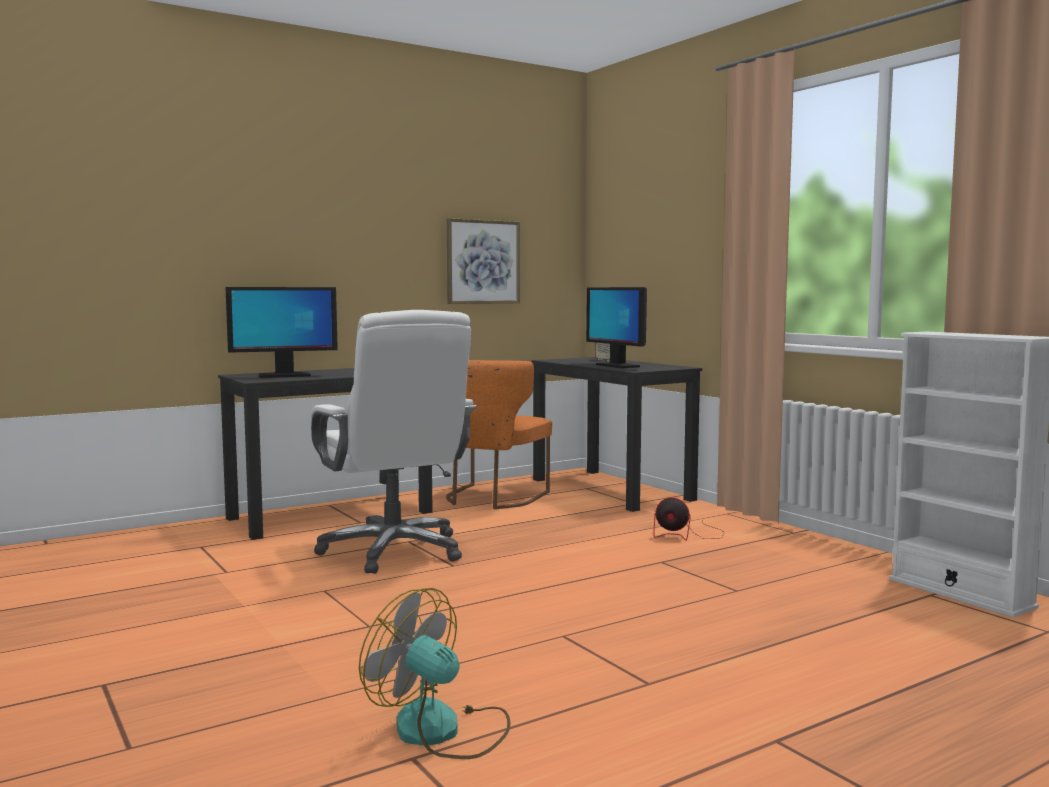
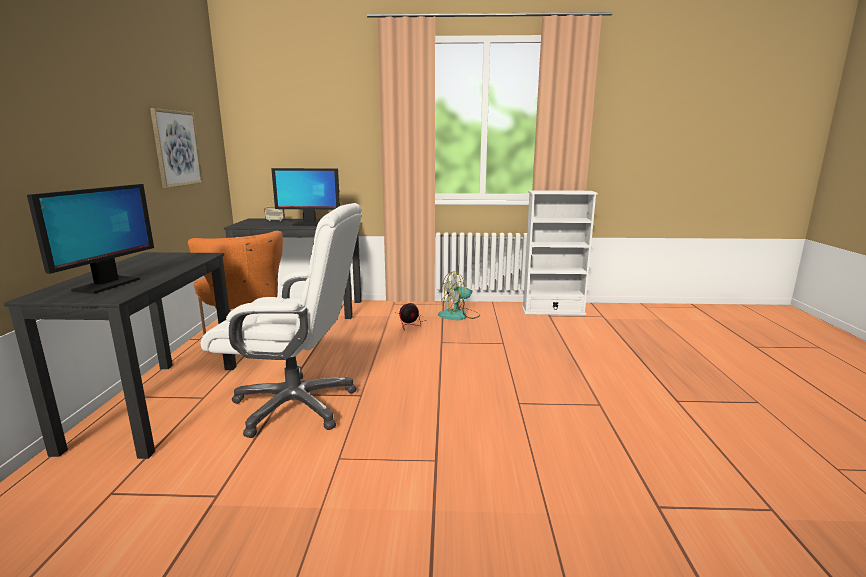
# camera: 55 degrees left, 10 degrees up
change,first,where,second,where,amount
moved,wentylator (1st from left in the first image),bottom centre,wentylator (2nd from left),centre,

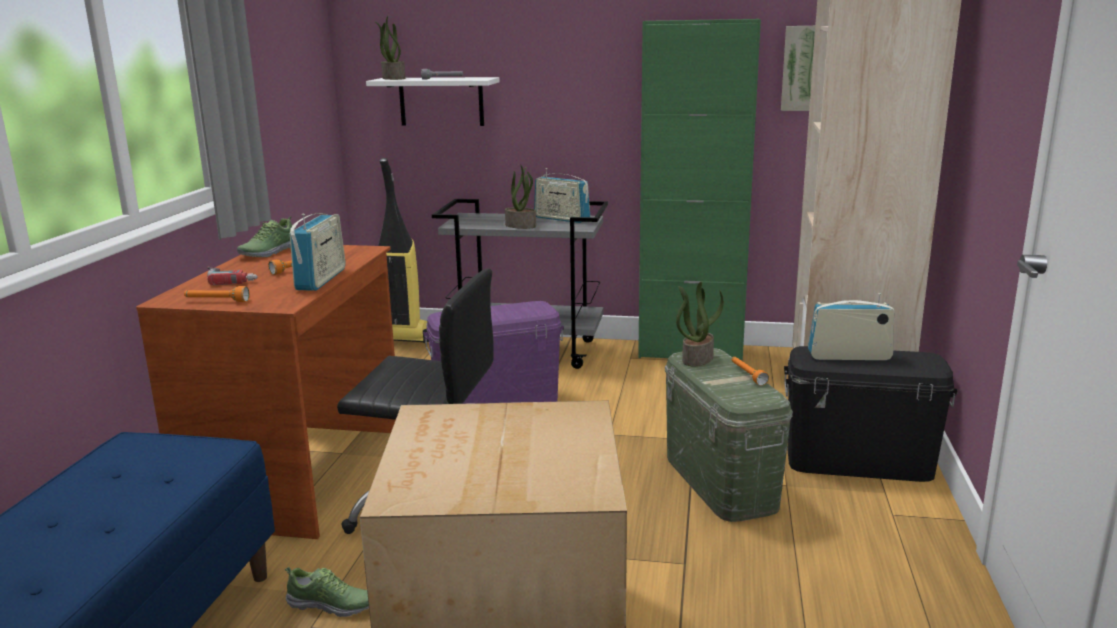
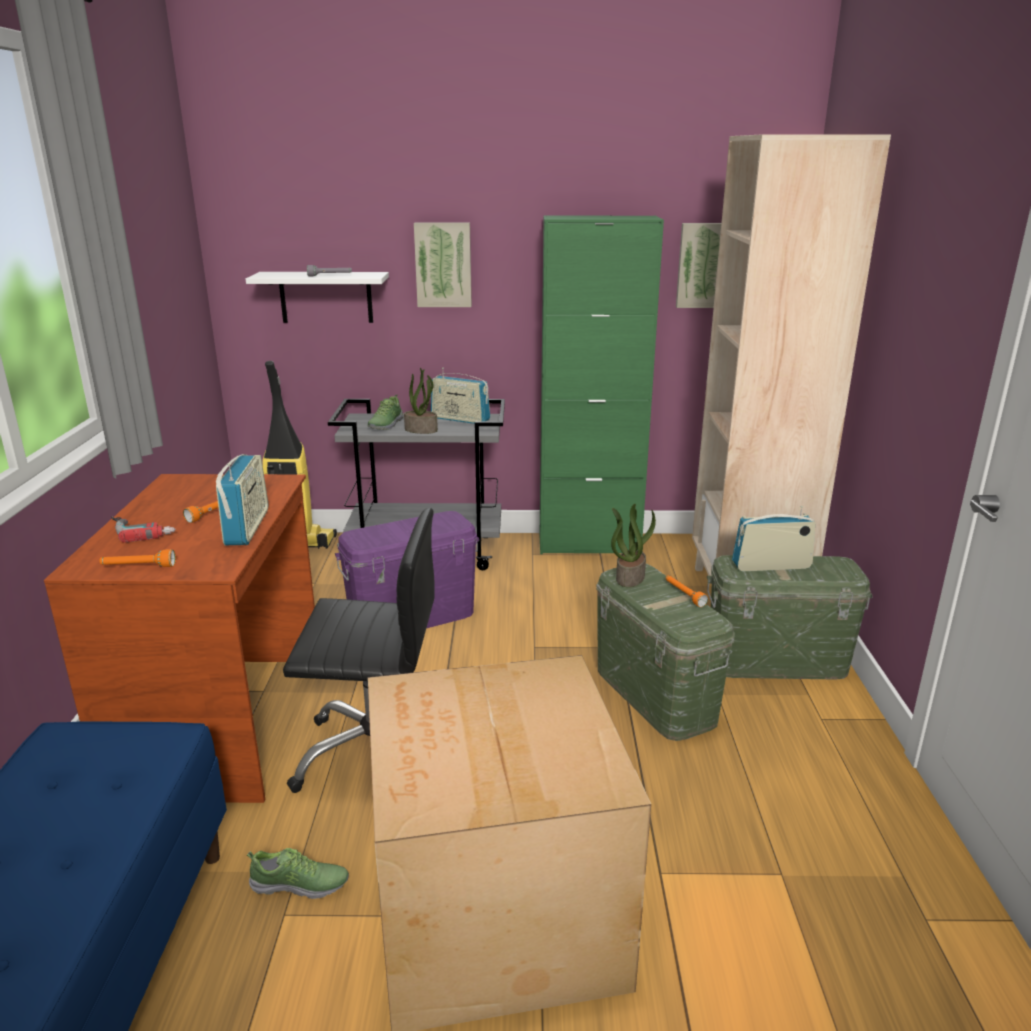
# camera: 10 degrees left, 5 degrees up
change,first,where,second,where,amount
moved,but (1st from left in the first image),middle left,but (2nd from left),centre,
removed,roślina doniczkowa (1st from left),top centre,,,
recoloured,pojemnik do przechowywania [czarny],middle right,pojemnik do przechowywania [zielony] (2nd from left),middle right,
added,,,obraz (1st from left),top centre,

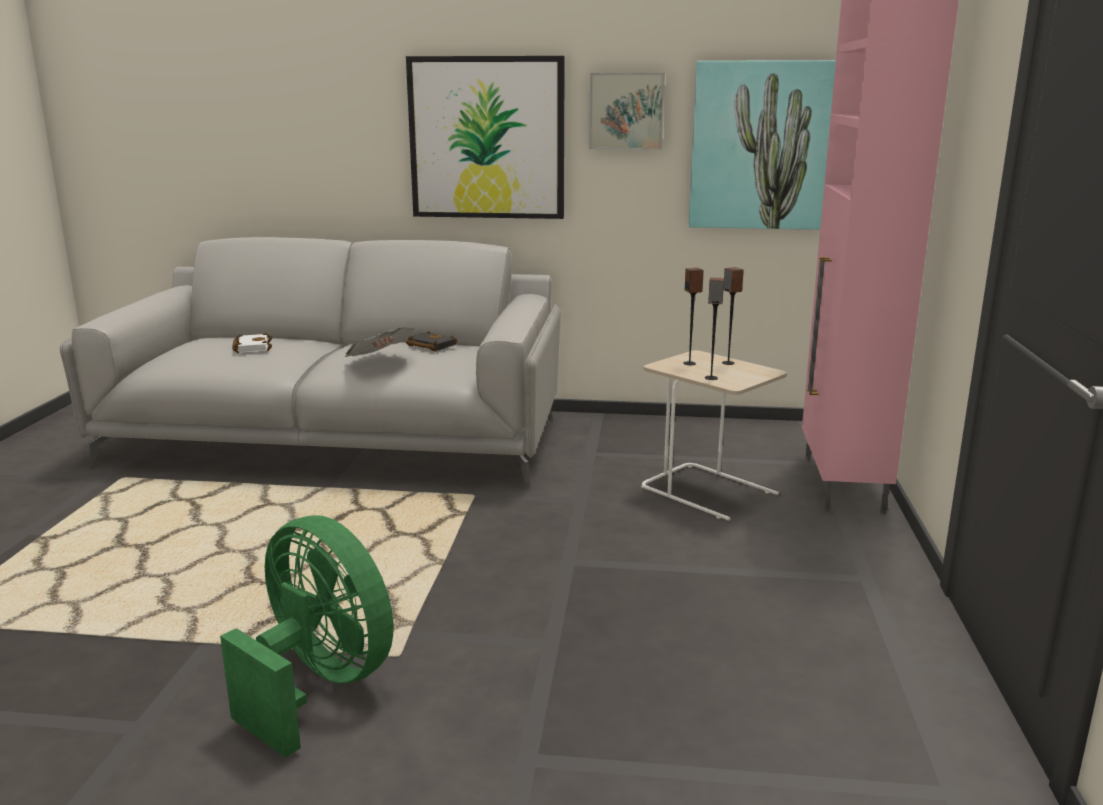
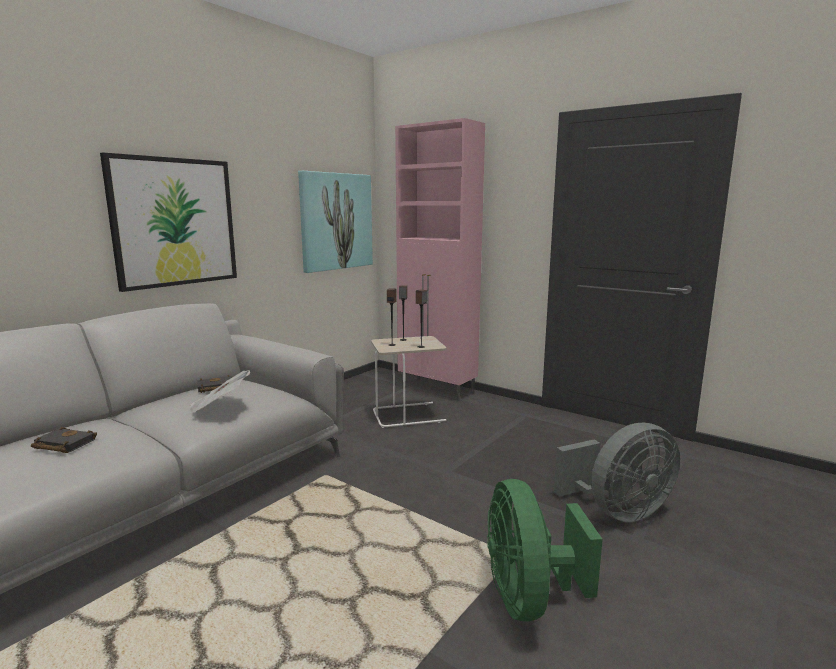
# camera: 60 degrees left, 5 degrees down
change,first,where,second,where,amount
turned,wentylator [zielony],bottom left,,bottom centre,75 degrees counterclockwise
recoloured,książka [biały],middle left,książka [czarny] (1st from left),middle left,
removed,obraz (2nd from left),top centre,,,
added,,,wentylator [szary],bottom right,

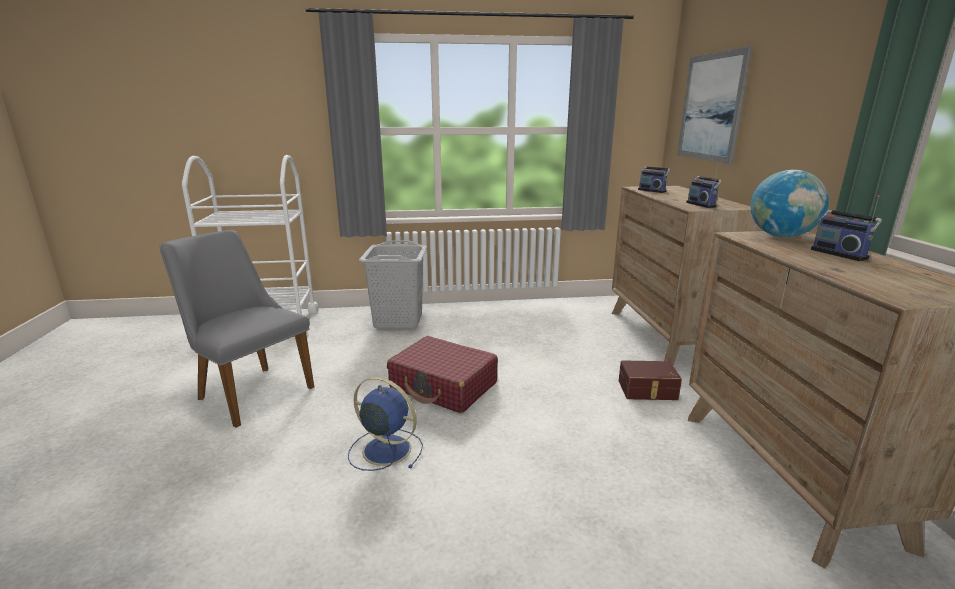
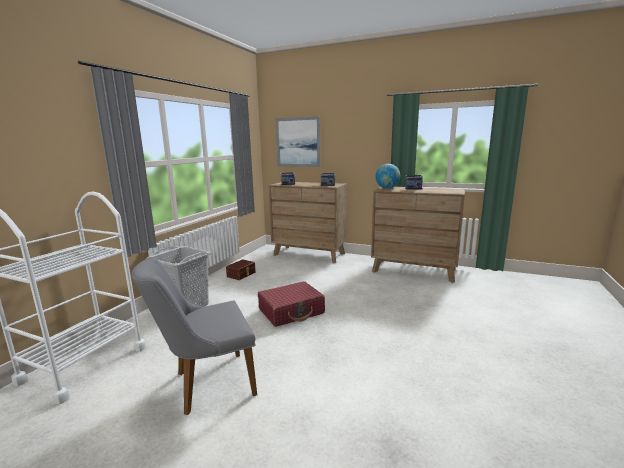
# camera: 60 degrees left, 5 degrees down
change,first,where,second,where,amount
removed,wentylator [niebieski],bottom centre,,,
moved,pojemnik do przechowywania [brązowy],middle right,,centre,

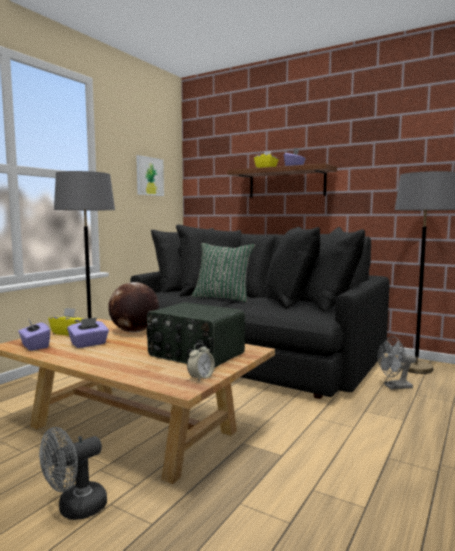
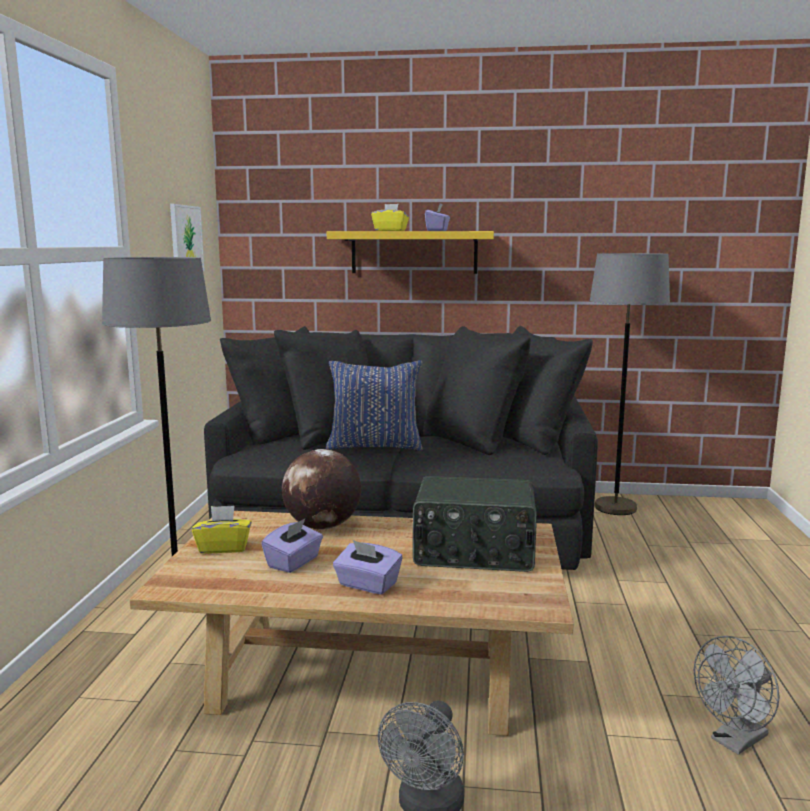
# camera: 25 degrees left, 5 degrees up
change,first,where,second,where,amount
moved,pudełko chusteczek [fioletowy] (1st from left in the first image),middle left,pudełko chusteczek [fioletowy] (2nd from left),bottom centre,
removed,budzik,centre,,,
recoloured,poduszka [zielony],centre,poduszka [niebieski],centre,
recoloured,półka [brązowy],top centre,półka [żółty],top centre,
moved,wentylator [szary] (2nd from left),middle right,,bottom right,

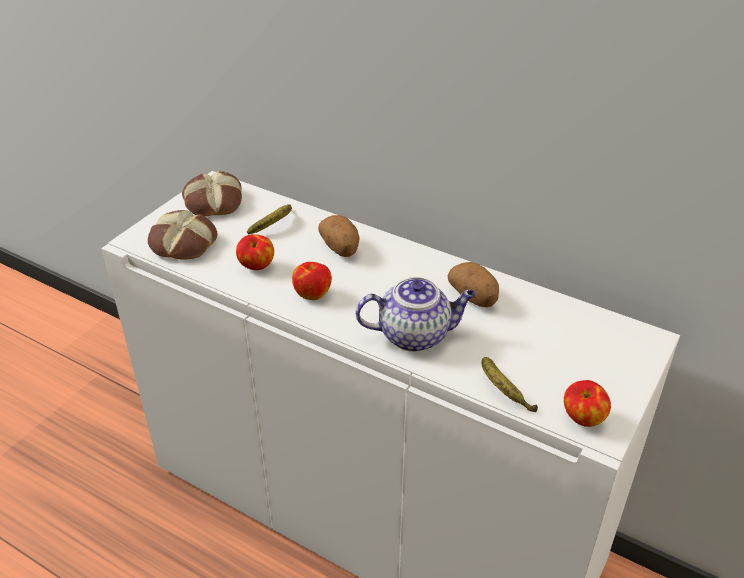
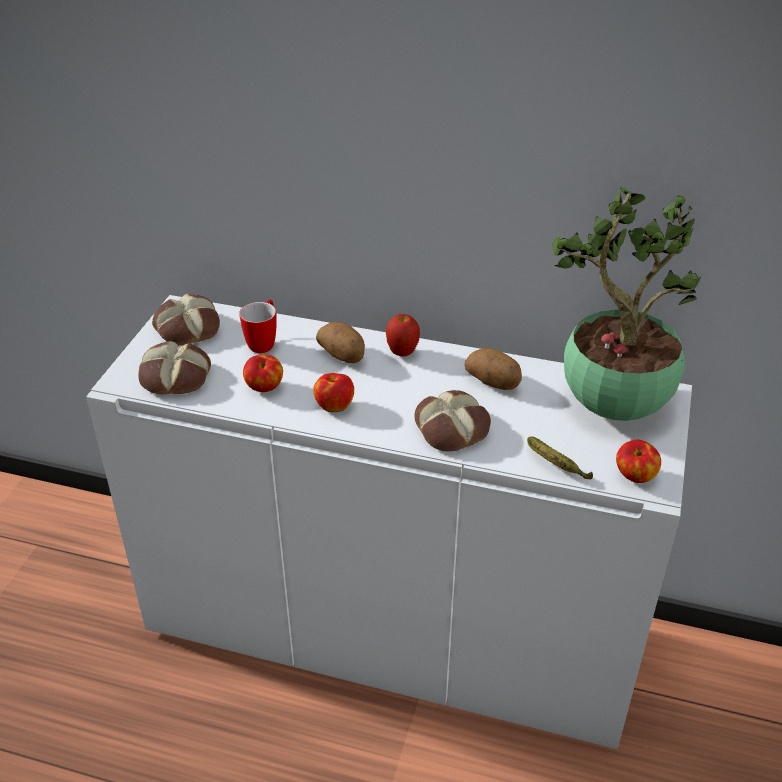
# camera: 15 degrees left, 0 degrees up
change,first,where,second,where,amount
replaced,banan (1st from left),centre,kubek,middle left,
replaced,imbryk,centre,chleb (3rd from left),centre,
added,,,jabłko (3rd from left),centre,
added,,,roślina doniczkowa,middle right,

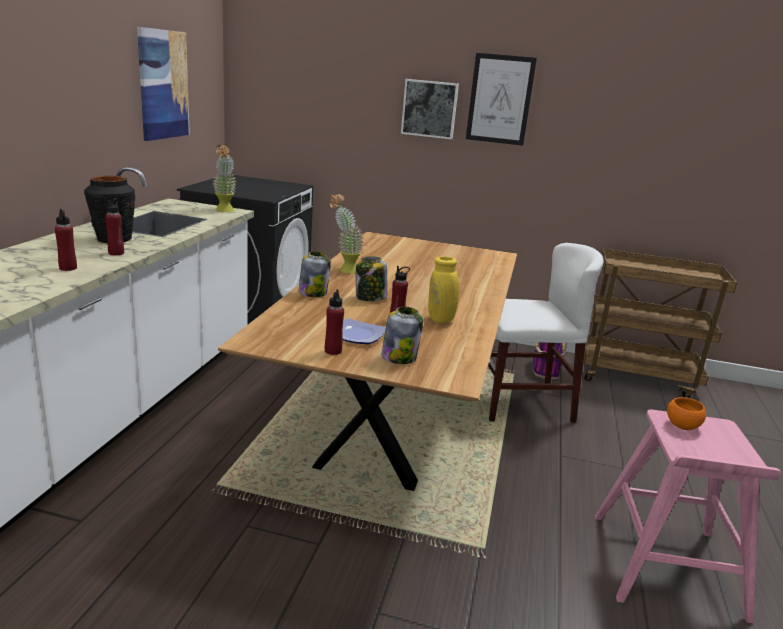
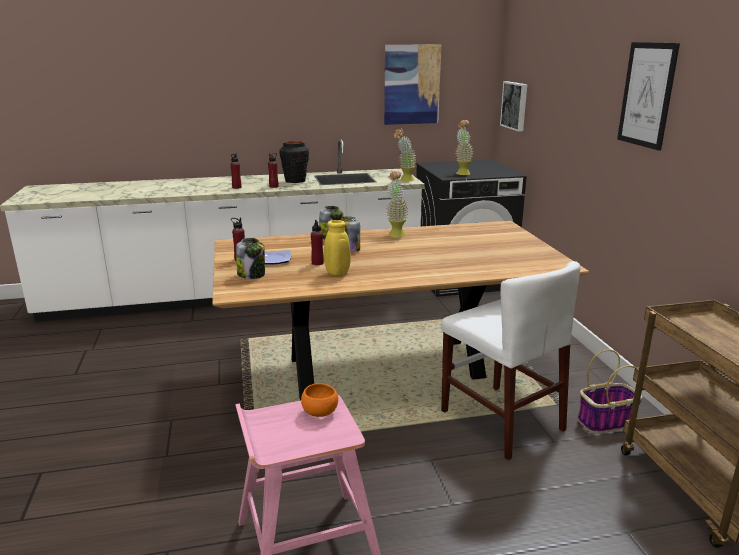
# camera: 65 degrees right, 0 degrees up
change,first,where,second,where,amount
moved,obraz (2nd from left),top centre,,top right,
added,,,roślina doniczkowa (3rd from left),top centre,

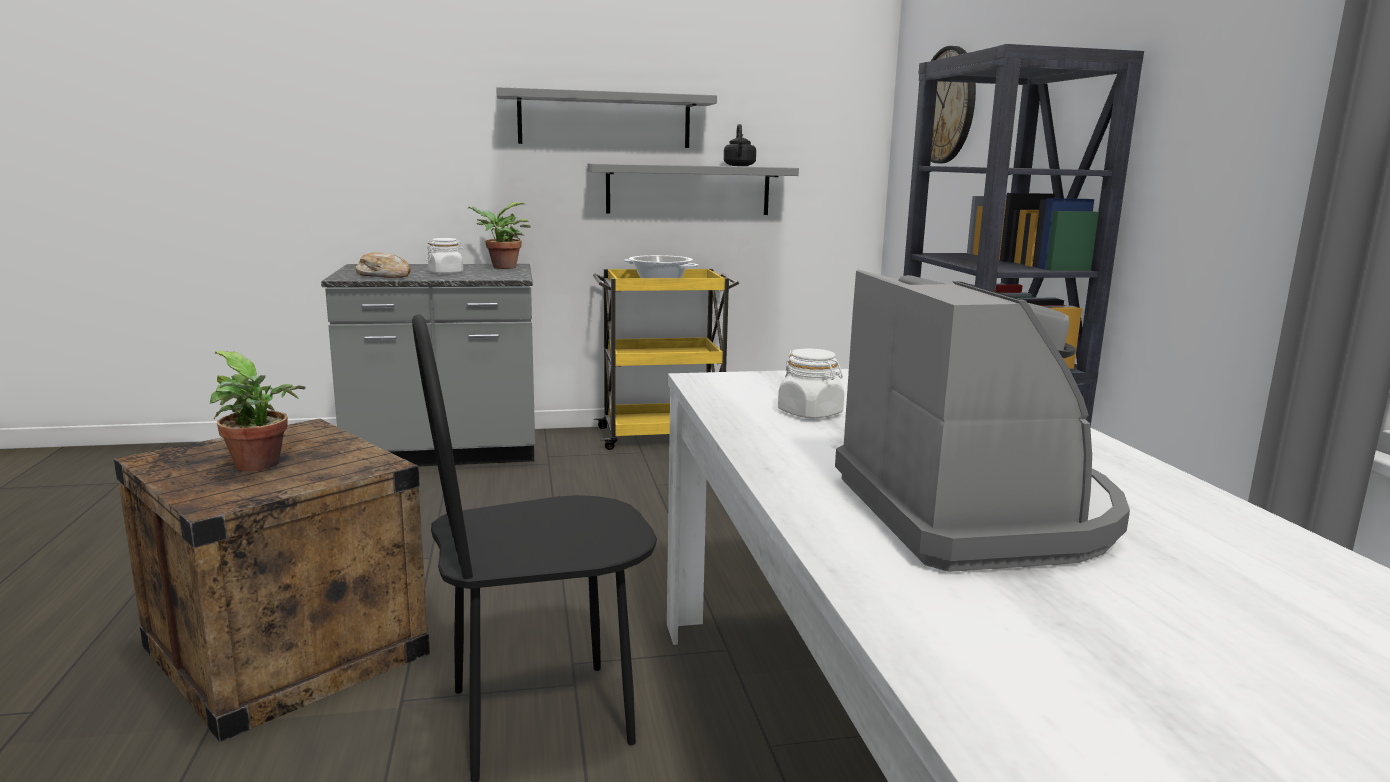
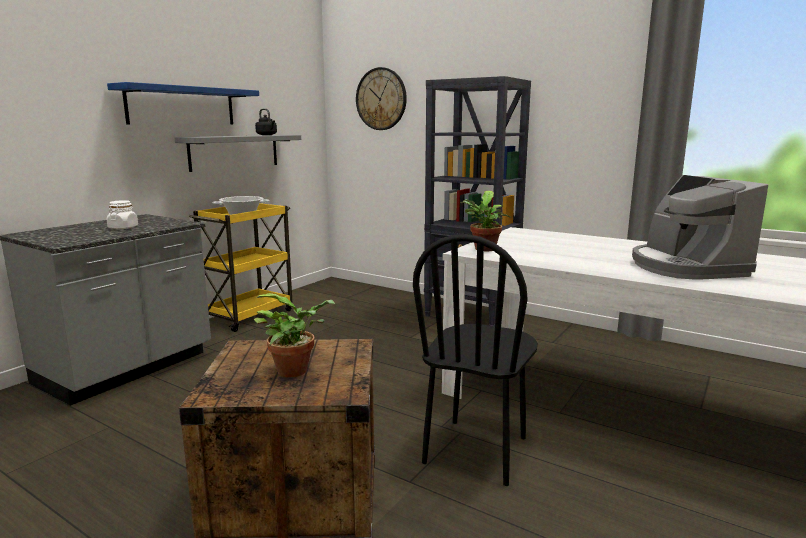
# camera: 45 degrees left, 0 degrees up
change,first,where,second,where,amount
removed,chleb,middle left,,,
moved,roślina doniczkowa (2nd from left),top centre,,centre,
recoloured,półka [szary] (1st from left),top centre,półka [niebieski],top left,
removed,słoik [biały] (2nd from left),centre,,,
turned,ekspres do kawy,middle right,,middle right,135 degrees counterclockwise

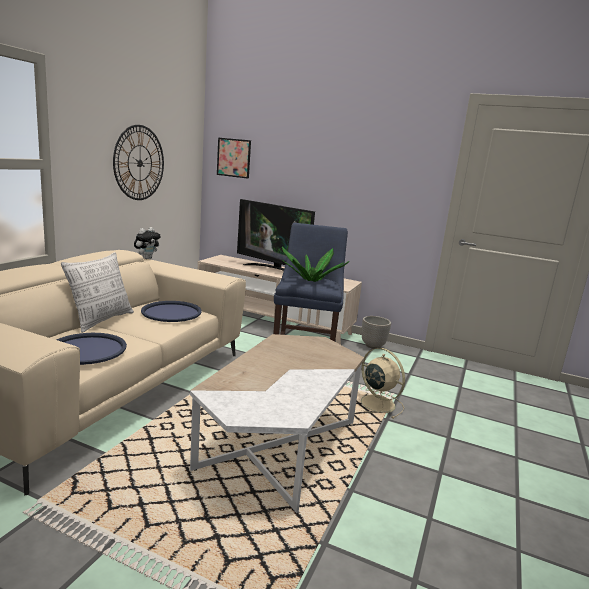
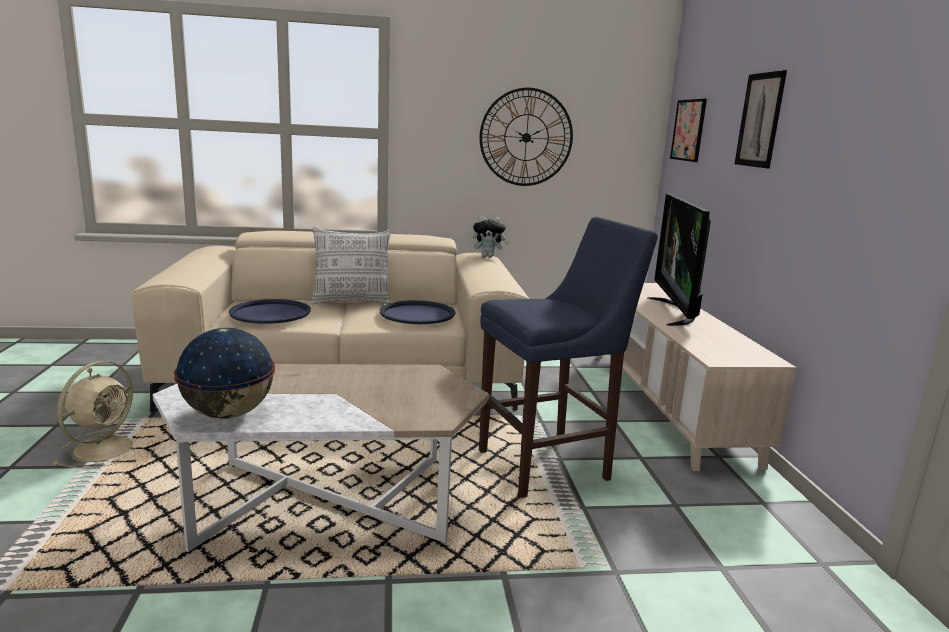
# camera: 60 degrees right, 0 degrees up
change,first,where,second,where,amount
removed,roślina doniczkowa,centre,,,
moved,wentylator [beżowy],centre,,middle left,
removed,donica,centre,,,
added,,,globus,middle left,
added,,,obraz (2nd from left),top right,

